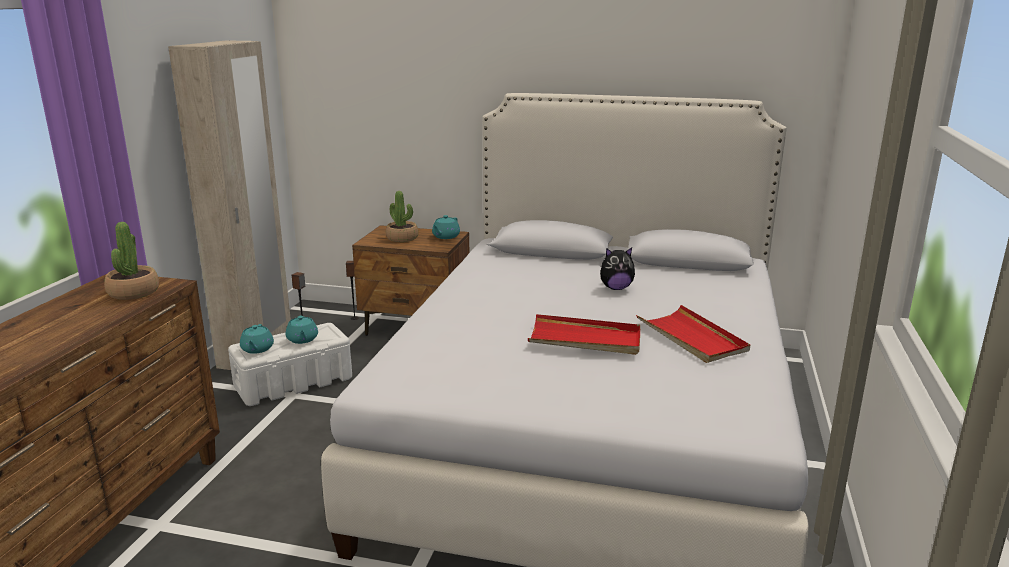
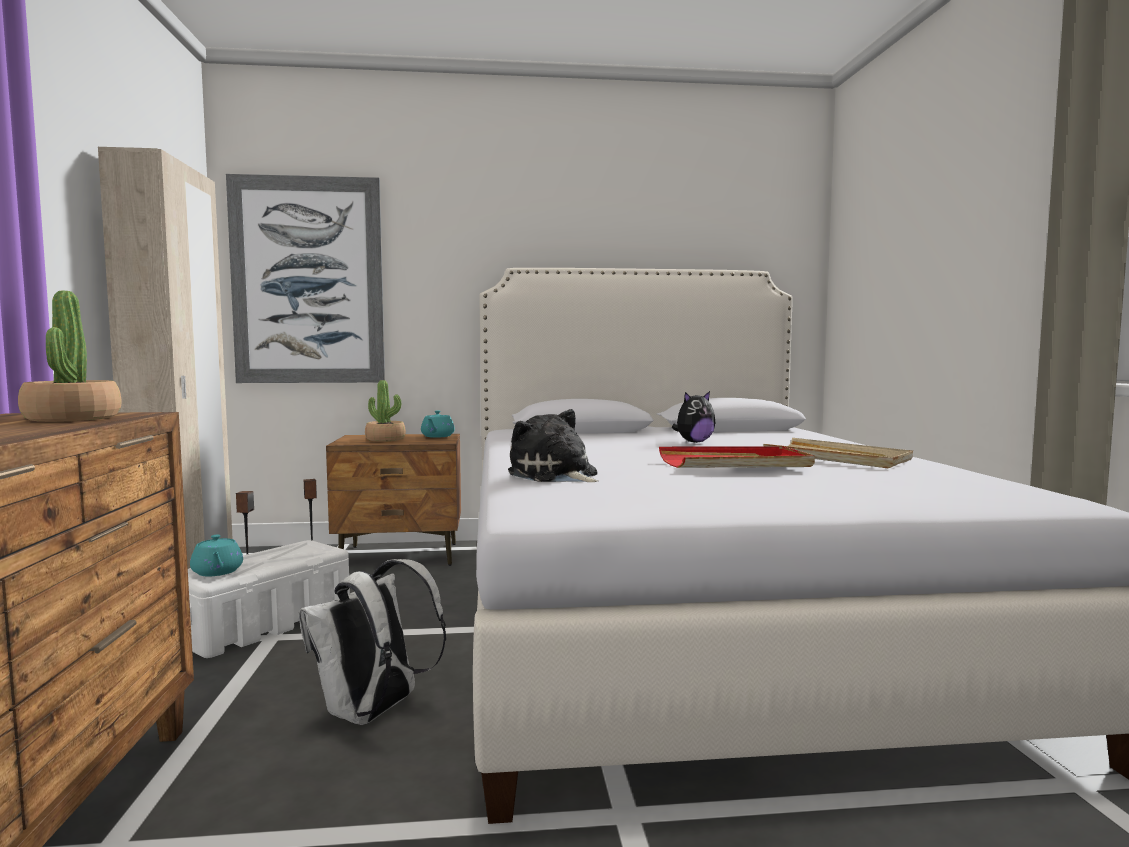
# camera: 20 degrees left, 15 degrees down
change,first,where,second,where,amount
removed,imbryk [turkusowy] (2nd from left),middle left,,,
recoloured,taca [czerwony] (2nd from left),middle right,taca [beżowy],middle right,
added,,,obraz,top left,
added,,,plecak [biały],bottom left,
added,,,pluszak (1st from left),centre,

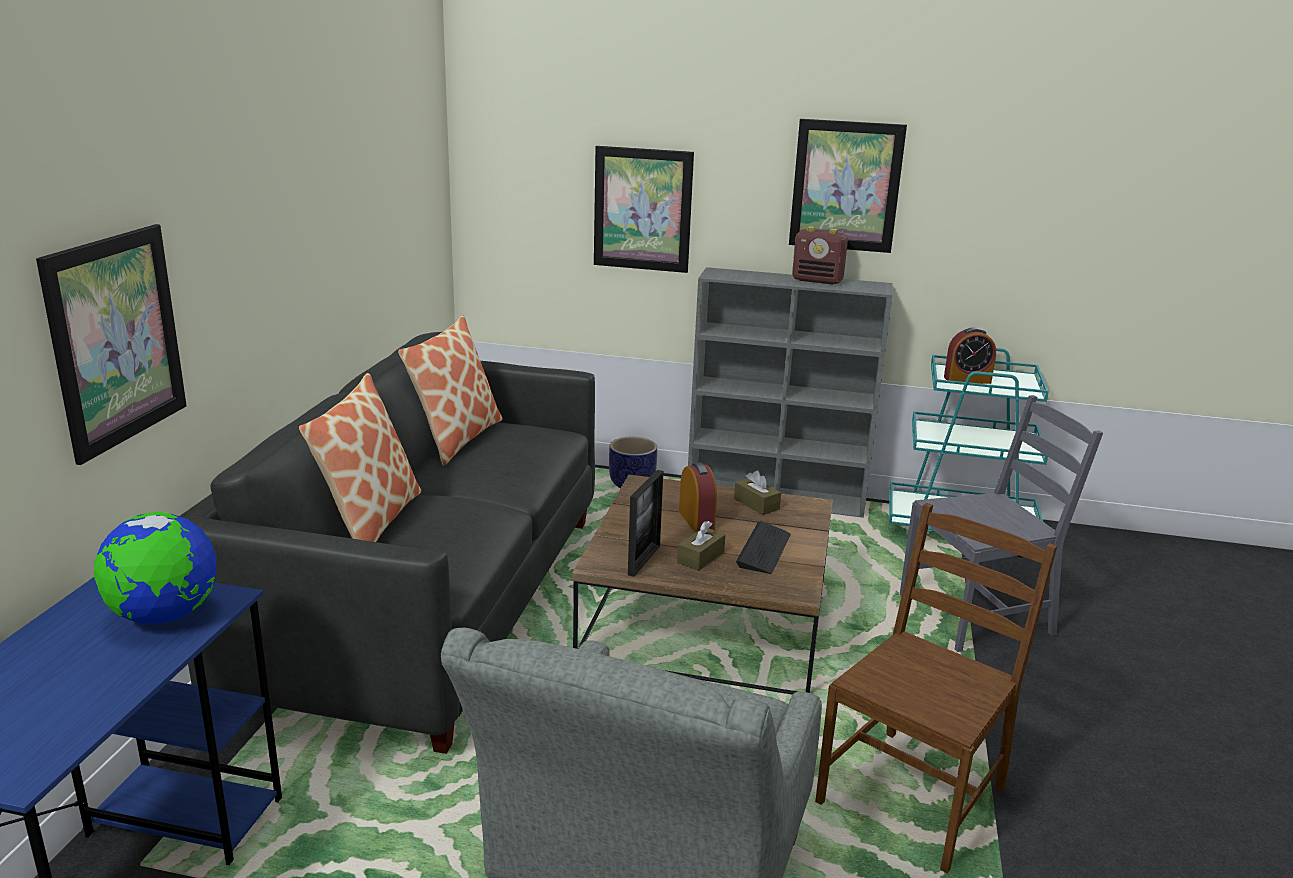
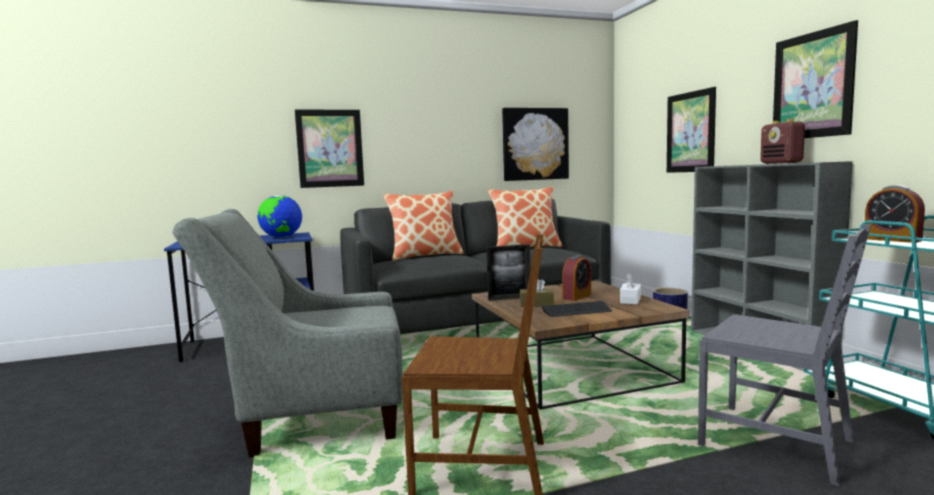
# camera: 60 degrees right, 15 degrees down
change,first,where,second,where,amount
recoloured,pudełko chusteczek [brązowy] (2nd from left),centre,pudełko chusteczek [biały],middle right,
added,,,obraz (2nd from left),top centre,

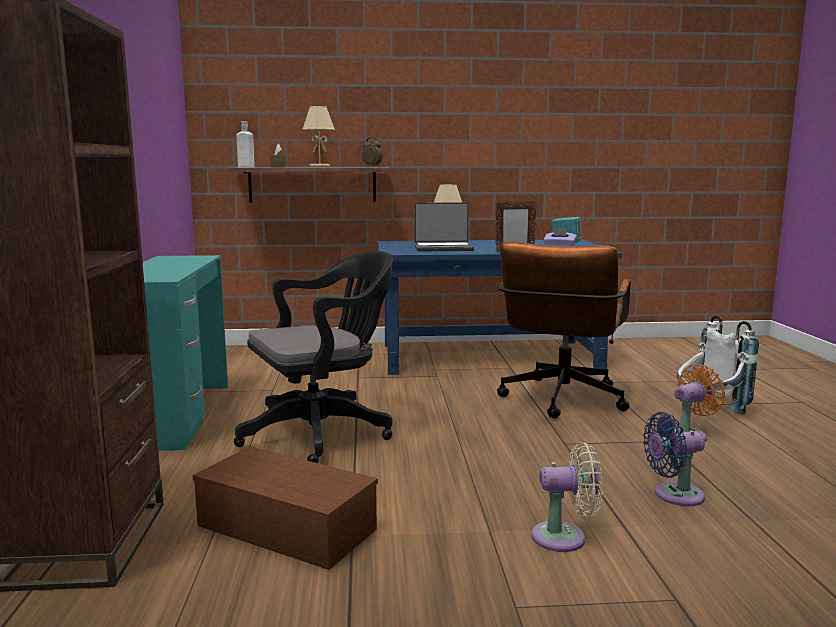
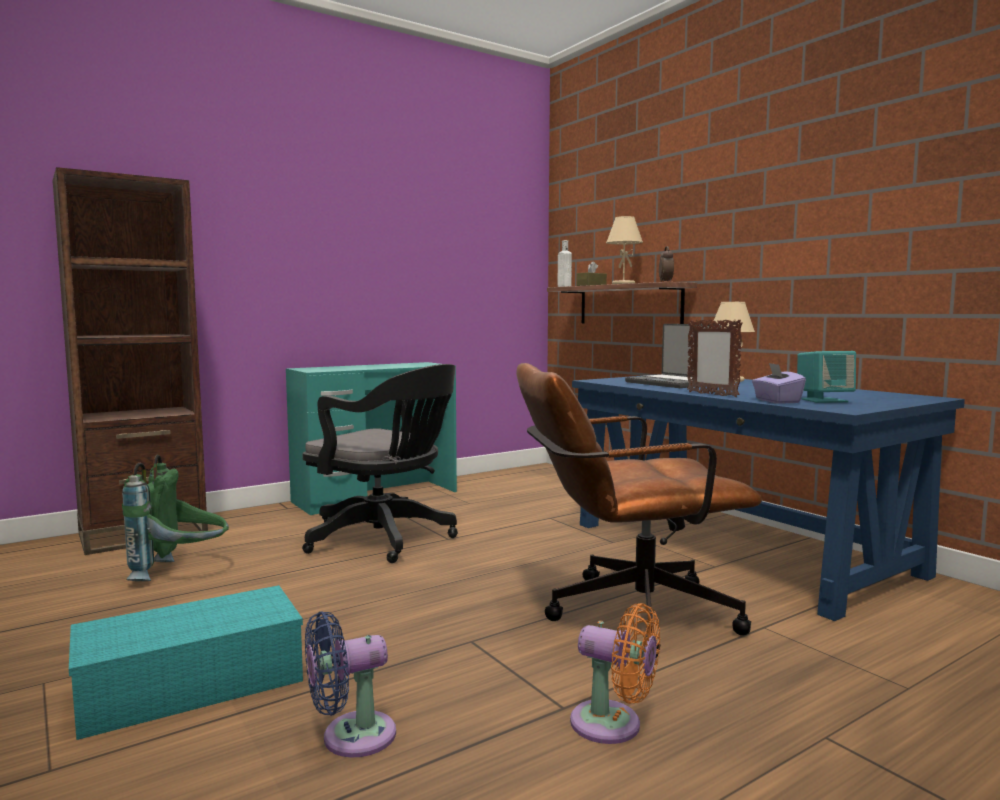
# camera: 60 degrees right, 5 degrees down
change,first,where,second,where,amount
replaced,pojemnik do przechowywania [brązowy],bottom centre,plecak [zielony],middle left,
replaced,wentylator [beżowy],bottom right,pojemnik do przechowywania [turkusowy],bottom left,
turned,wentylator [niebieski],bottom right,,bottom centre,75 degrees counterclockwise
removed,plecak [biały],middle right,,,

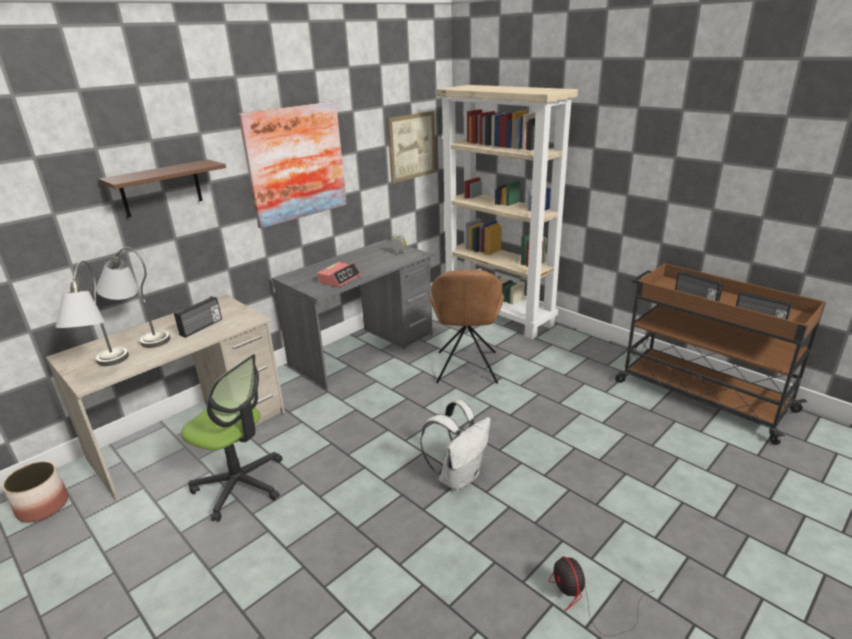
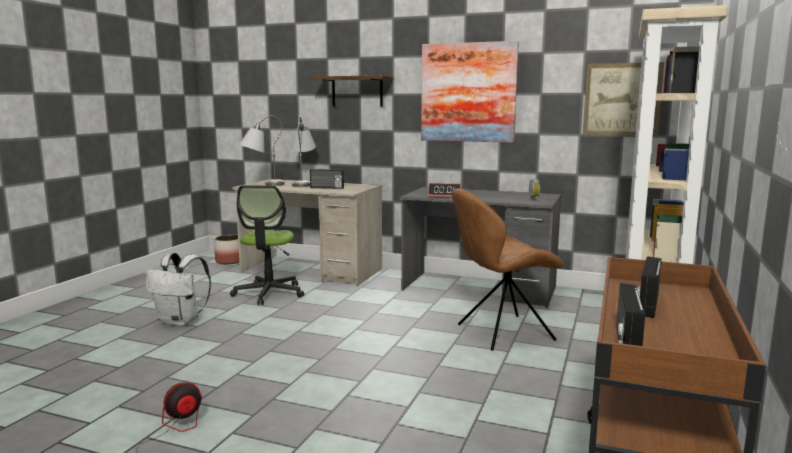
# camera: 65 degrees right, 15 degrees down
change,first,where,second,where,amount
moved,plecak [biały],bottom centre,,middle left,

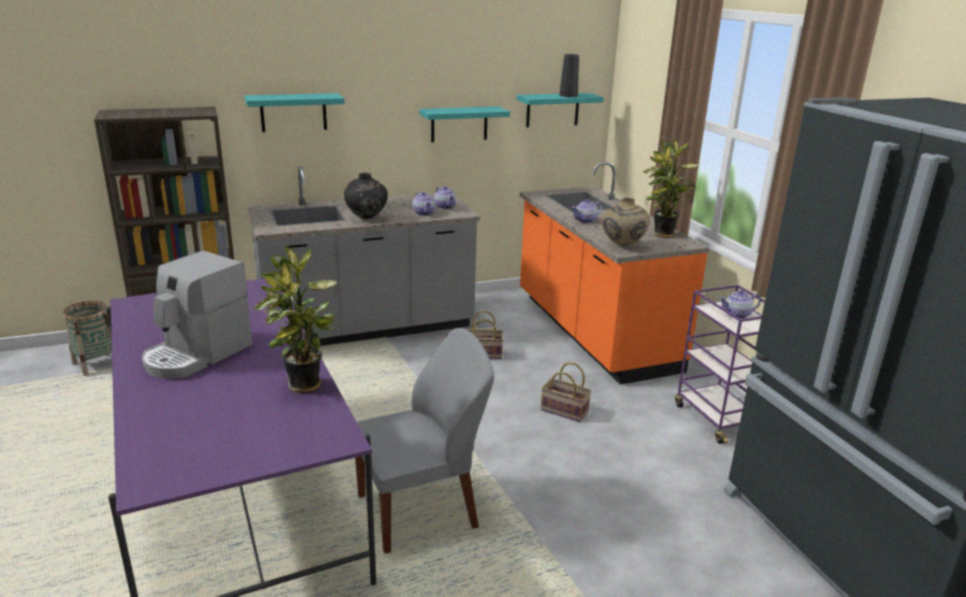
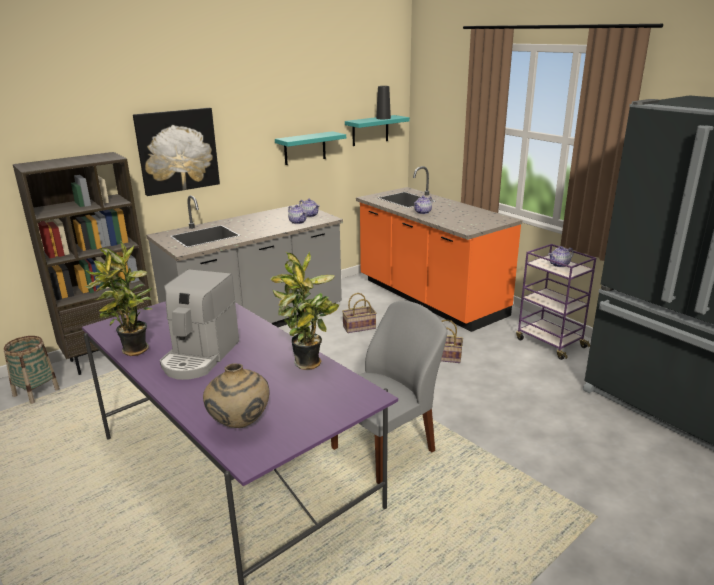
# camera: 15 degrees left, 0 degrees up
change,first,where,second,where,amount
replaced,półka [turkusowy] (1st from left),top left,obraz,top left,
removed,wazon [czarny] (1st from left),top centre,,,
moved,wazon [beżowy],centre,,bottom left,
moved,roślina doniczkowa (2nd from left in the first image),top right,roślina doniczkowa (1st from left),middle left,

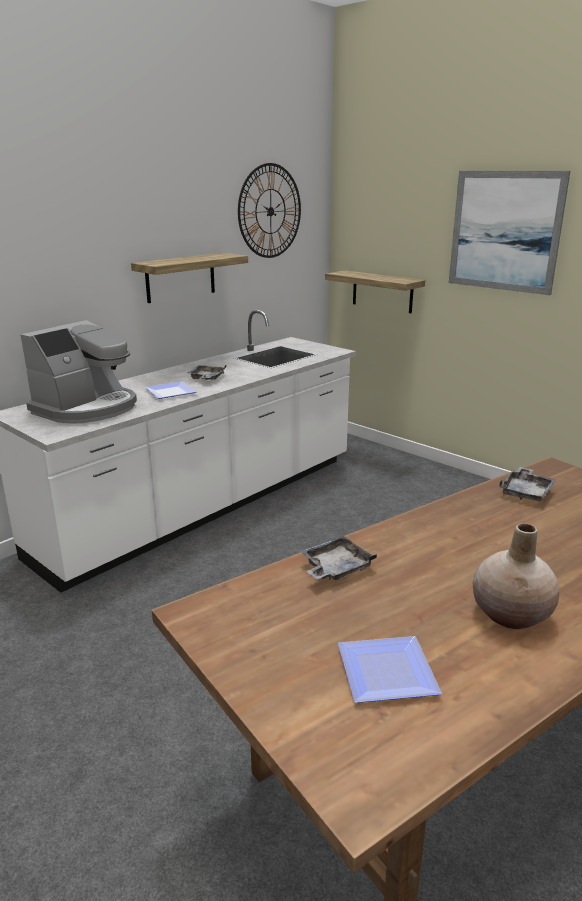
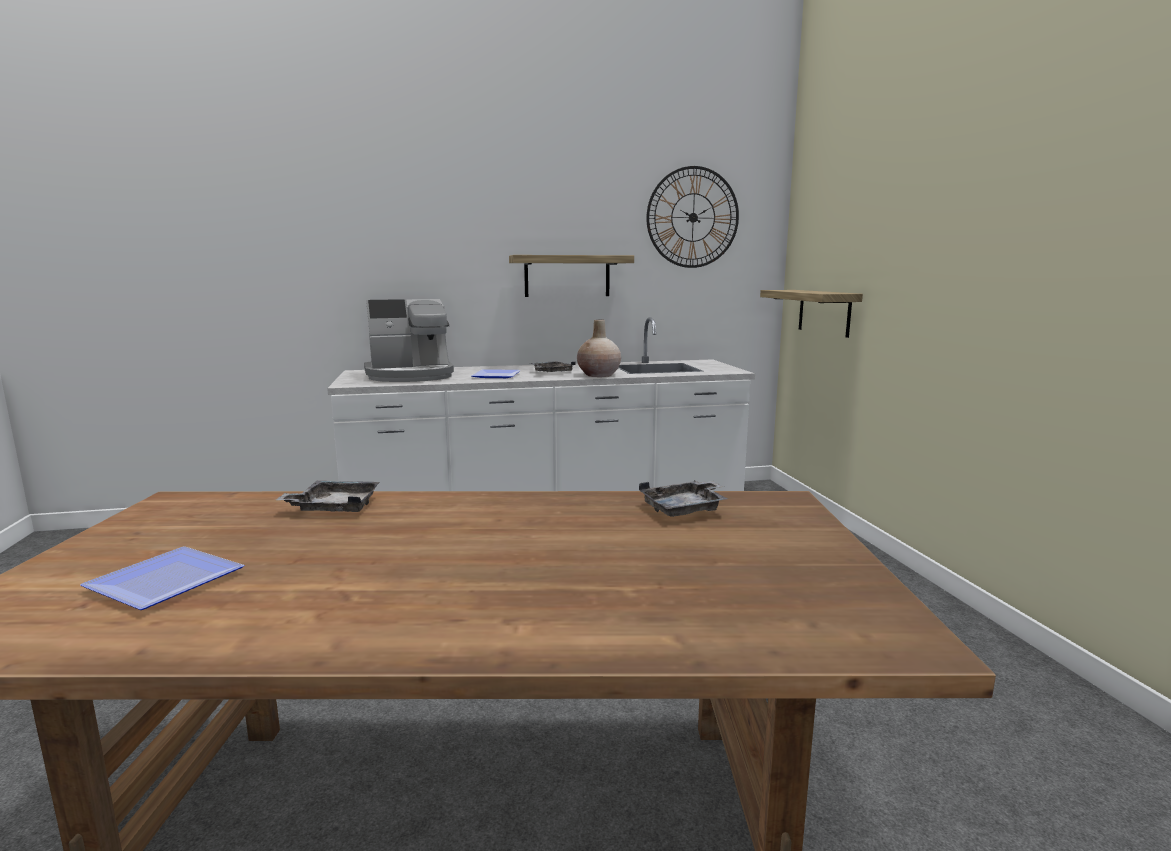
# camera: 35 degrees right, 10 degrees down
change,first,where,second,where,amount
removed,obraz,top right,,,
moved,wazon [beżowy],middle right,,centre,

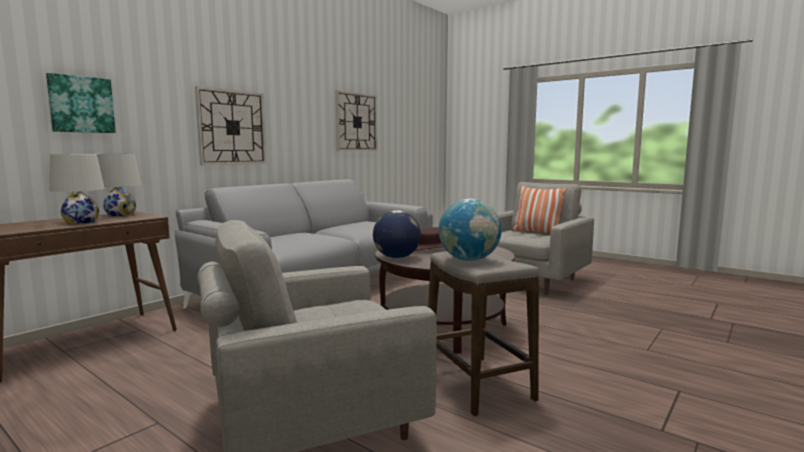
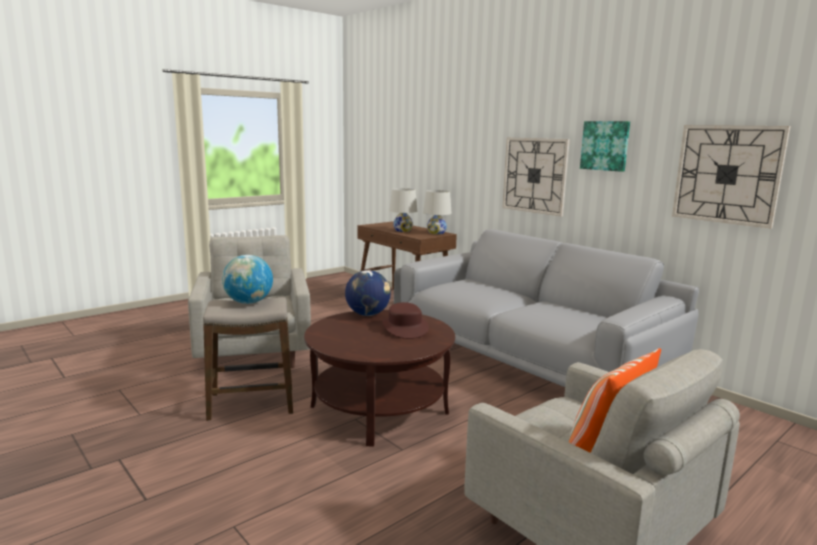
# camera: 100 degrees right, 5 degrees up
change,first,where,second,where,amount
moved,obraz,top left,,top right,

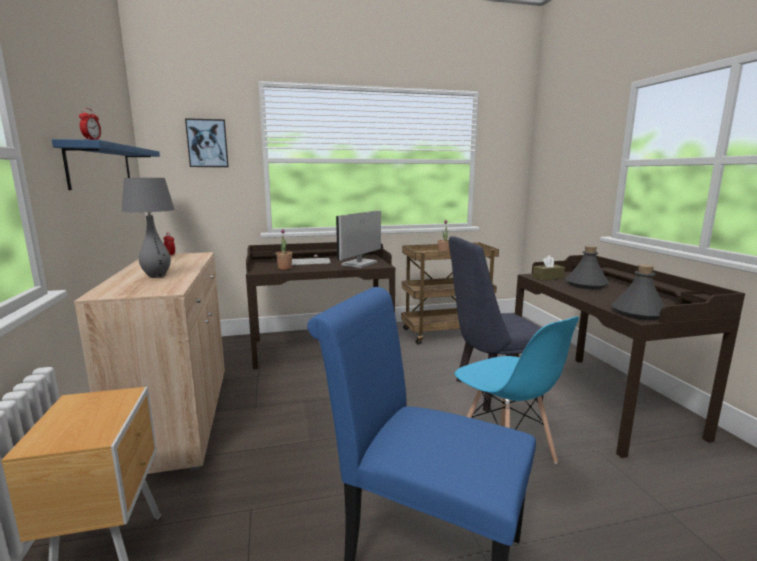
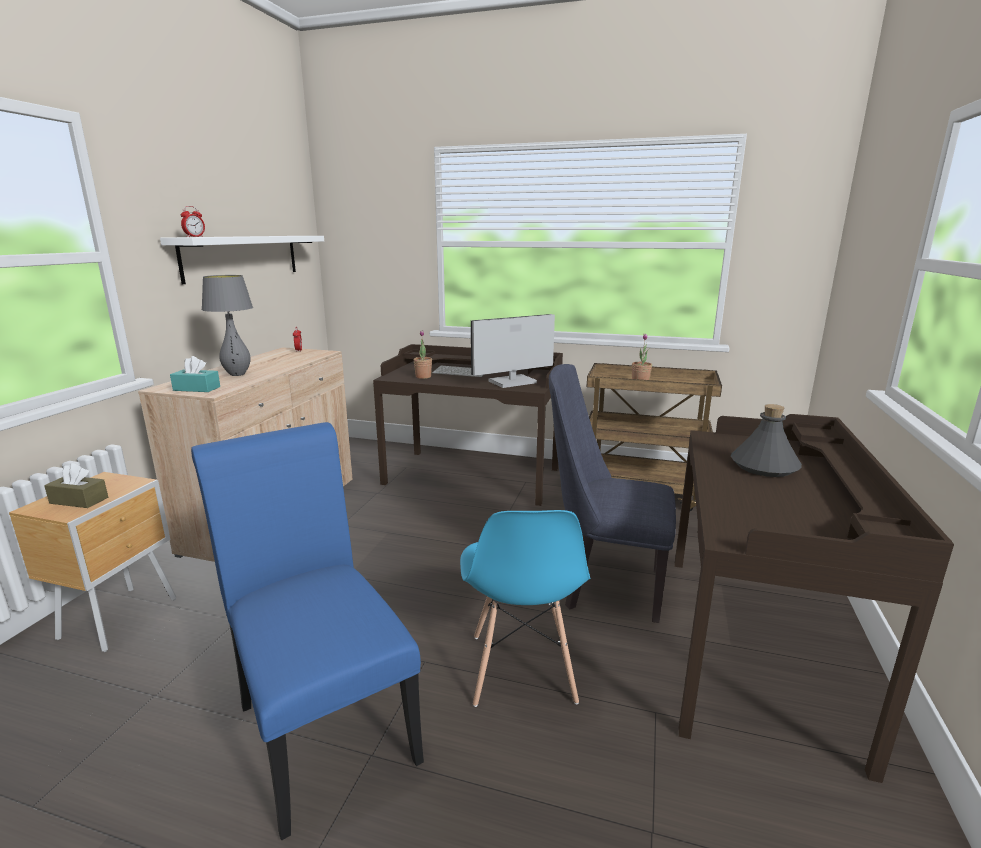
# camera: 30 degrees right, 5 degrees up
change,first,where,second,where,amount
recoloured,półka [niebieski],top left,półka [biały],top left,
removed,obraz,top left,,,
moved,pudełko chusteczek [brązowy],middle right,,middle left,
removed,butelka [szary] (2nd from left),middle right,,,
added,,,pudełko chusteczek [turkusowy],middle left,

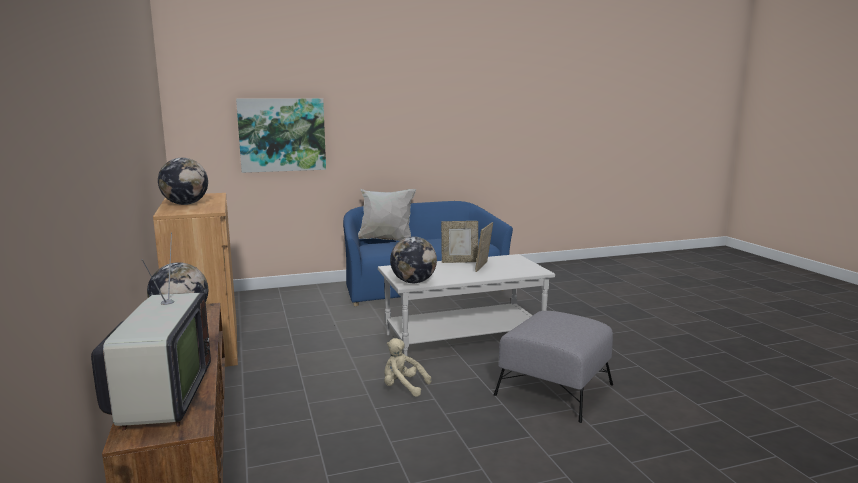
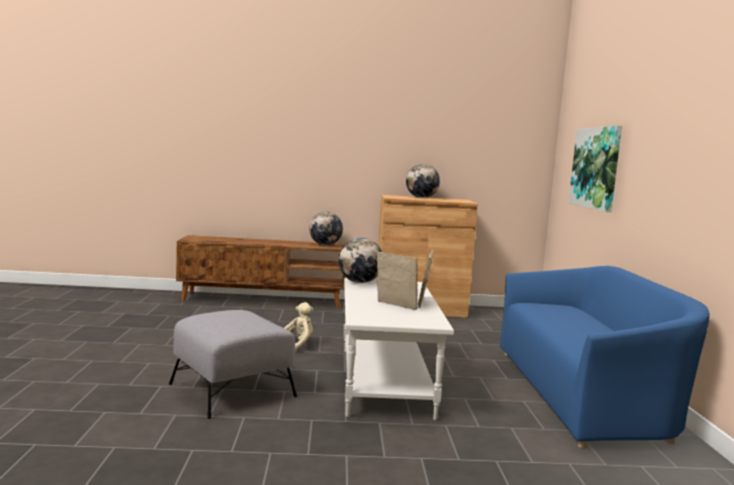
# camera: 105 degrees right, 5 degrees down
change,first,where,second,where,amount
removed,telewizor,bottom left,,,
removed,poduszka [biały],centre,,,

